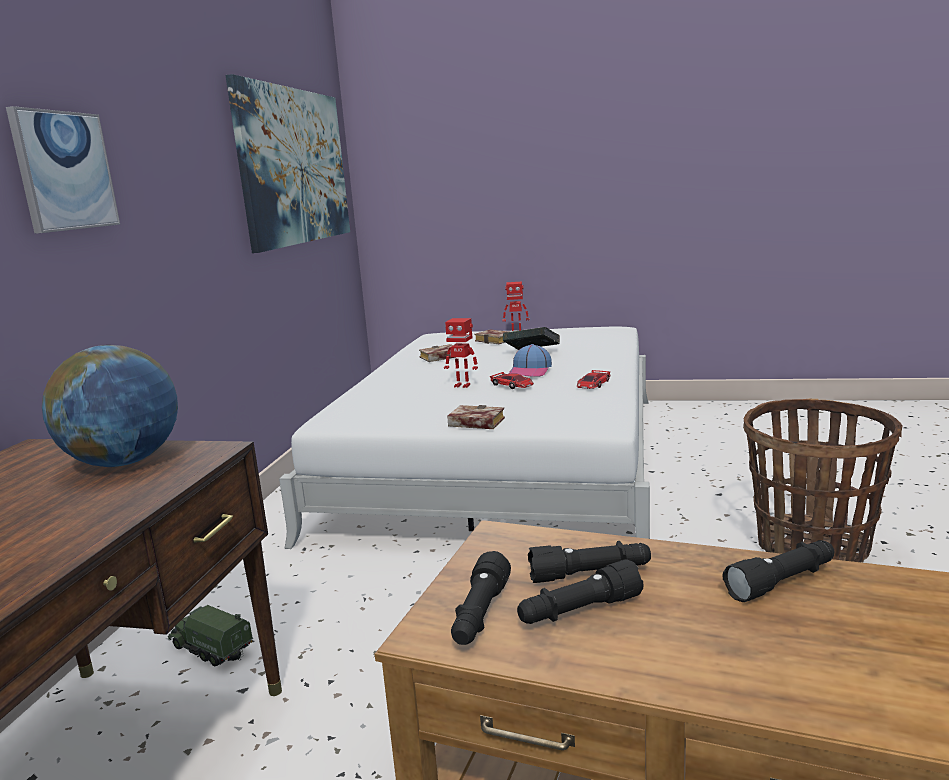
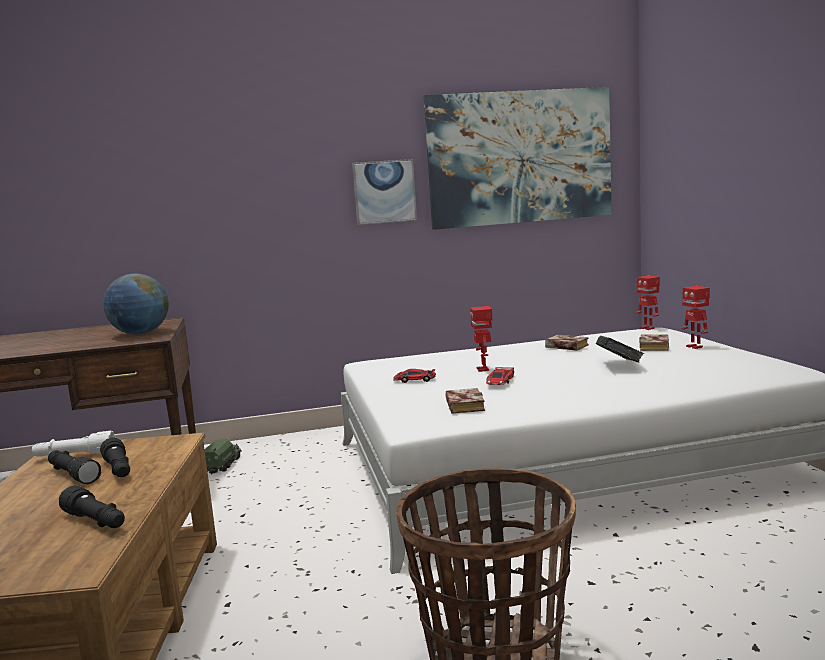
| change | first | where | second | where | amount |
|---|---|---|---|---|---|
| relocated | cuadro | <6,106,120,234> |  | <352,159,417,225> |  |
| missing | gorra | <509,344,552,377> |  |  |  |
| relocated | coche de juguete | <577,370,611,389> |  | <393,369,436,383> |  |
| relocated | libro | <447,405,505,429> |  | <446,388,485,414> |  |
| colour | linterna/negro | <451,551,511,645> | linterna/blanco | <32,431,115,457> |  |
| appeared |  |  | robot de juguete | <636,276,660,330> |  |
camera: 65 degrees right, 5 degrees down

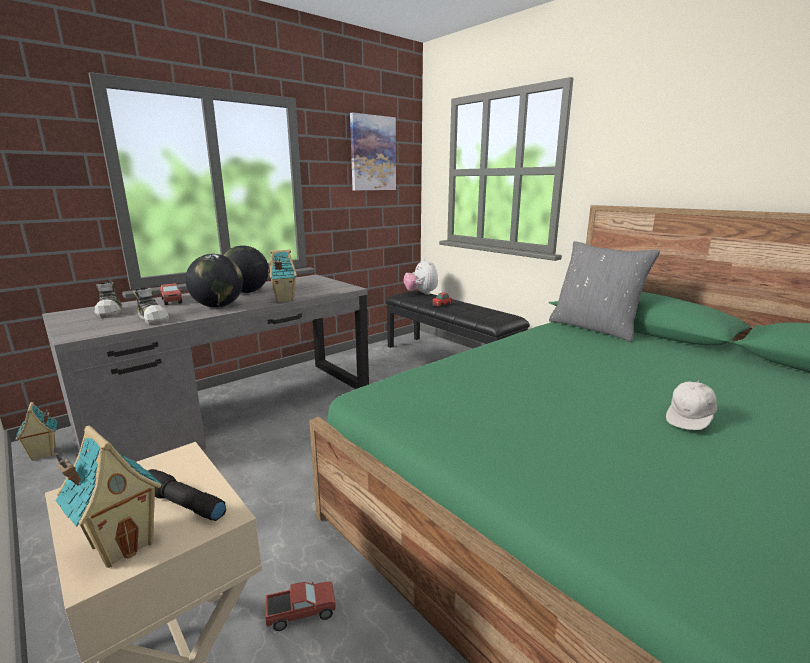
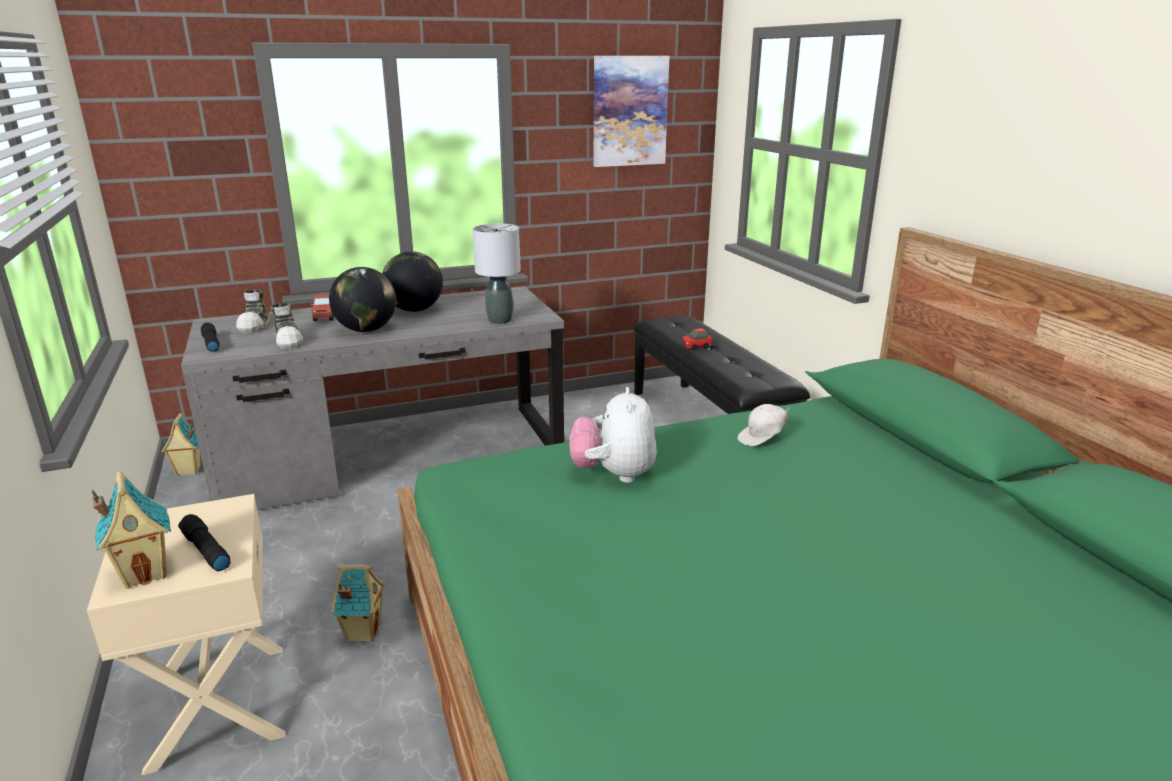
| change | first | where | second | where | amount |
|---|---|---|---|---|---|
| missing | cojín/gris | <549,241,660,342> |  |  |  |
| relocated | casita | <269,250,297,302> |  | <331,565,385,642> |  |
| relocated | peluche | <404,259,438,295> |  | <569,387,657,483> |  |
| relocated | gorra/blanco | <666,380,717,430> |  | <737,404,790,446> |  |
| missing | camión de juguete | <266,580,336,631> |  |  |  |
| appeared |  |  | lámpara de mesa/gris | <473,224,521,324> |  |
| appeared |  |  | linterna/negro | <201,323,219,352> |  |
camera: 20 degrees right, 5 degrees up

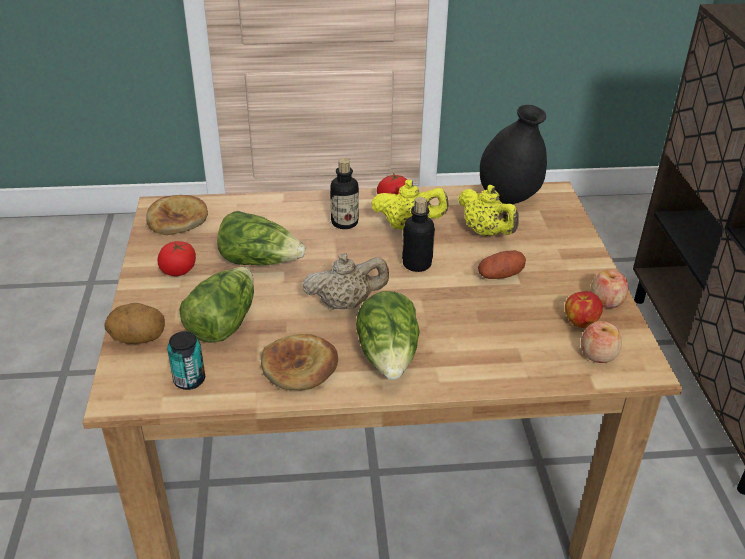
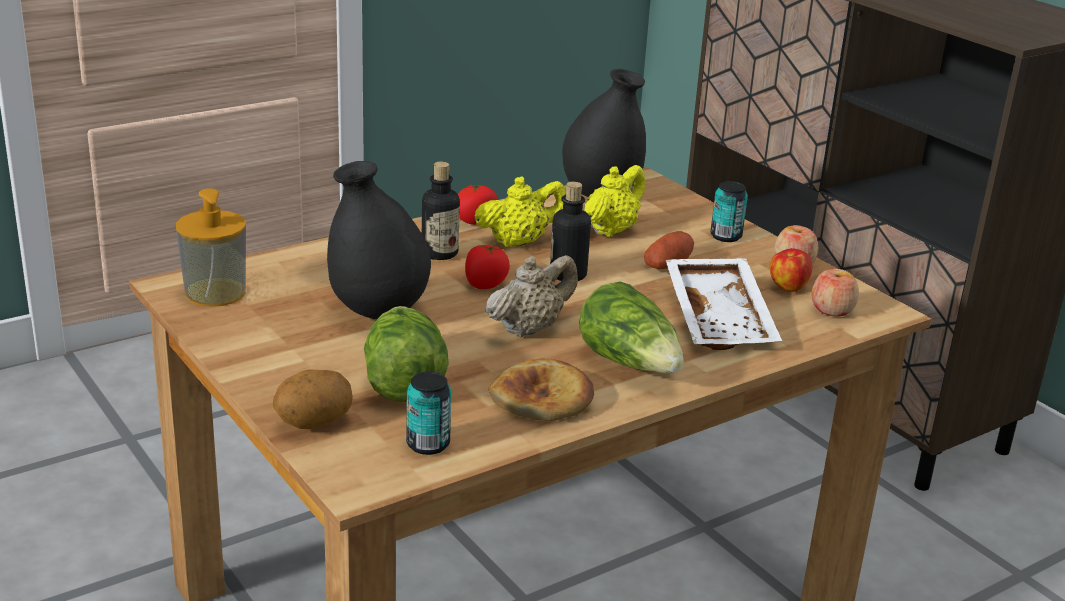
| change | first | where | second | where | amount |
|---|---|---|---|---|---|
| spun | tetera/amarillo | <458,185,519,236> |  | <584,165,645,237> | 75 degrees counterclockwise |
| exchanged | pan | <146,195,208,235> | dispensador de jabón | <176,188,246,307> |  |
| exchanged | lechuga | <217,211,306,265> | florero/negro | <327,161,431,319> |  |
| relocated | tomate | <158,241,196,276> |  | <465,244,510,289> |  |
| appeared |  |  | lata | <710,181,748,242> |  |
| appeared |  |  | bandeja/blanco | <666,258,782,350> |  |
camera: 30 degrees left, 10 degrees down

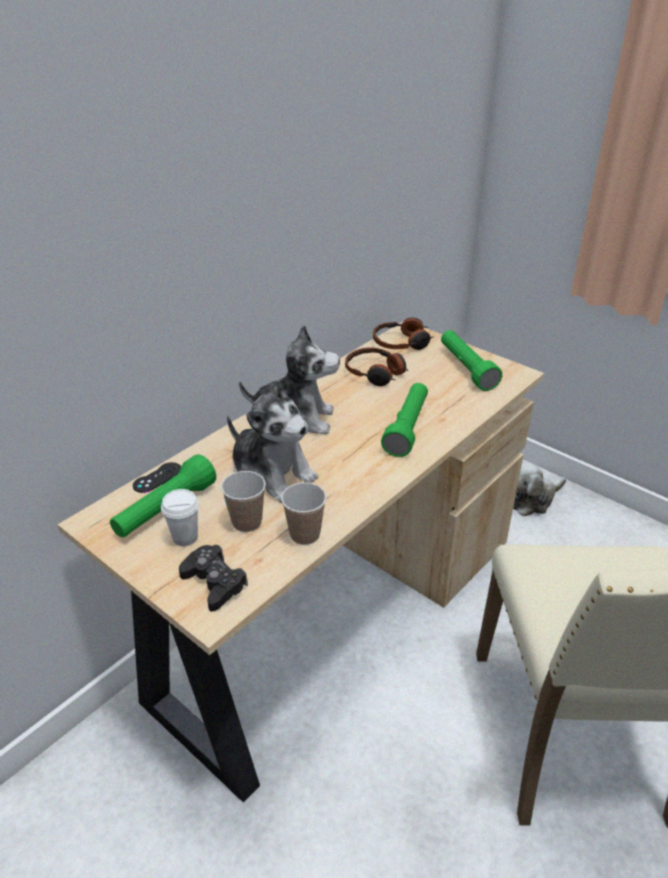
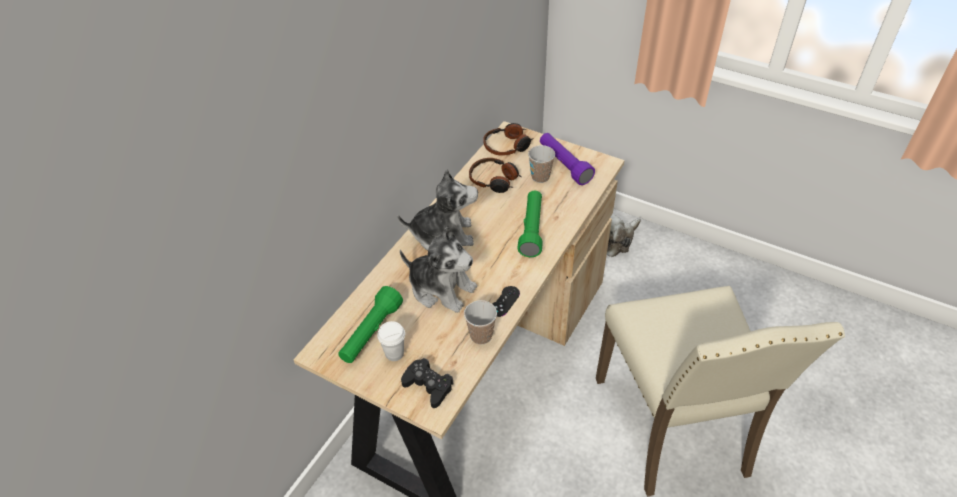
| change | first | where | second | where | amount |
|---|---|---|---|---|---|
| colour | linterna/verde | <441,330,502,391> | linterna/morado | <540,133,595,185> |  |
| relocated | mando de consola/negro | <133,462,181,493> |  | <493,286,520,317> |  |
| relocated | taza | <221,471,266,532> |  | <528,145,555,183> |  |
camera: 10 degrees left, 10 degrees up

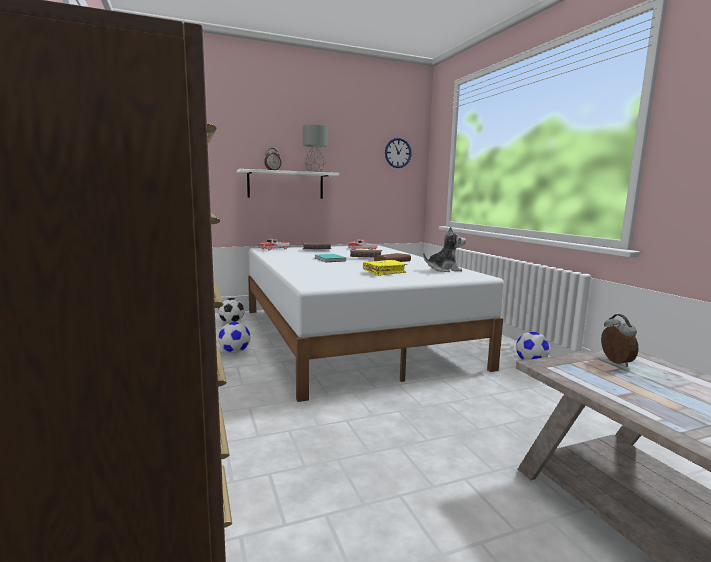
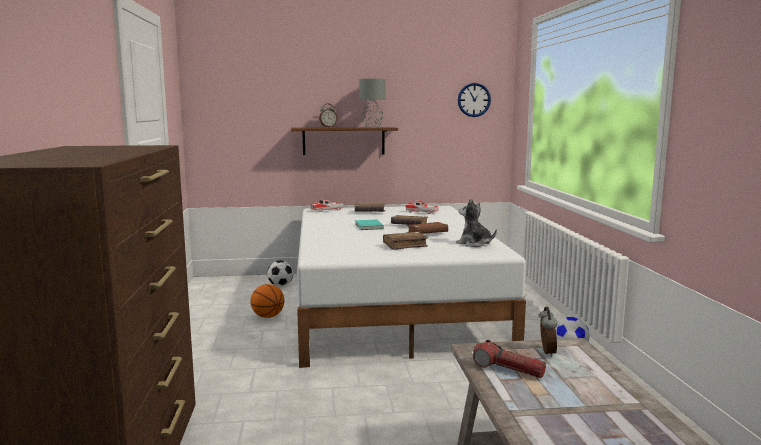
| change | first | where | second | where | amount |
|---|---|---|---|---|---|
| colour | estante/blanco | <237,169,339,199> | estante/marrón | <291,127,398,155> |  |
| spun | peluche | <423,227,466,272> |  | <456,198,497,247> | 150 degrees counterclockwise |
| colour | libro/amarillo | <363,260,407,276> | libro/marrón | <383,232,428,250> |  |
| exchanged | balón de fútbol | <218,322,250,353> | balón de baloncesto | <251,284,285,318> |  |
| appeared |  |  | linterna | <473,340,546,378> |  |
camera: 15 degrees right, 0 degrees up

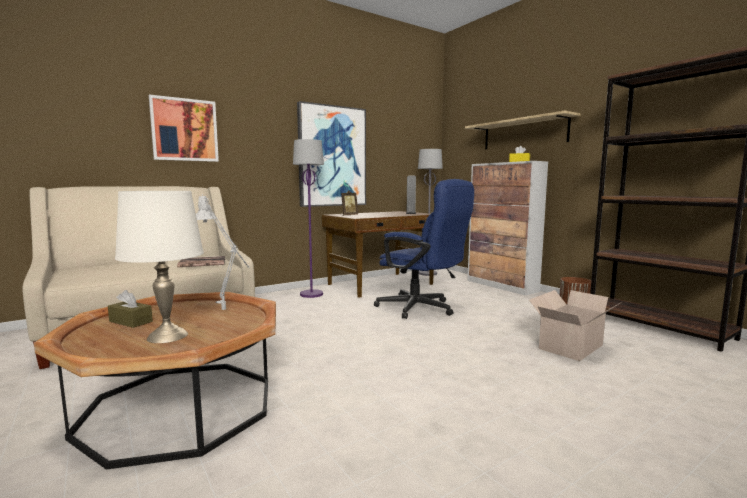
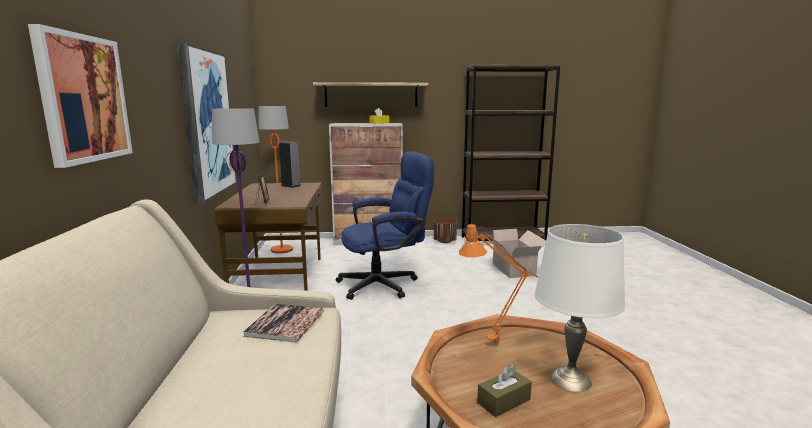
| change | first | where | second | where | amount |
|---|---|---|---|---|---|
| colour | lámpara de pie/gris | <418,149,443,276> | lámpara de pie/naranja | <258,106,293,254> |  |
| colour | lámpara de mesa/gris | <196,194,250,310> | lámpara de mesa/naranja | <459,223,538,344> |  |
camera: 60 degrees left, 5 degrees up

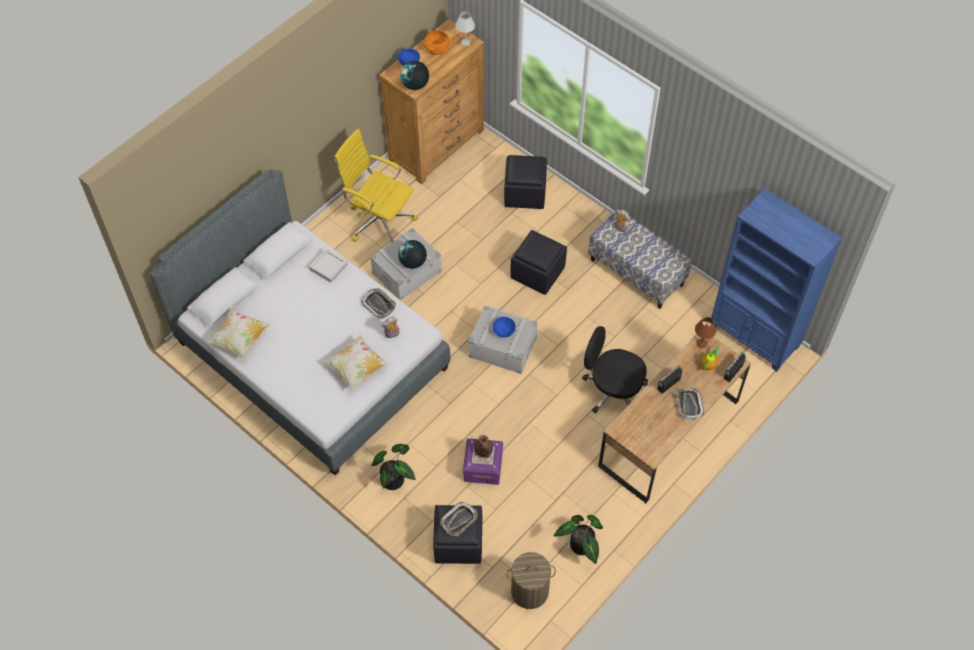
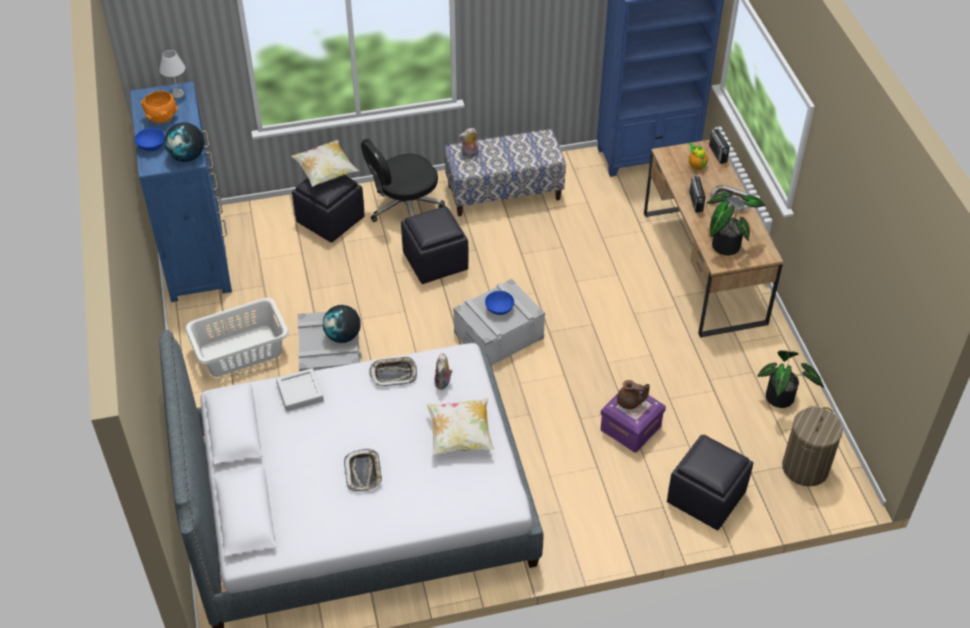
| change | first | where | second | where | amount |
|---|---|---|---|---|---|
| colour | cómoda/marrón | <379,19,484,184> | cómoda/azul | <130,82,232,302> |  |
| exchanged | silla de oficina/amarillo | <334,129,418,242> | cesto de la ropa/blanco | <186,298,289,377> |  |
| relocated | cojín | <208,307,270,360> |  | <291,140,359,187> |  |
| missing | lámpara de mesa/marrón | <695,317,716,348> |  |  |  |
| relocated | silla de oficina/negro | <582,326,648,413> |  | <361,139,445,222> |  |
| relocated | planta en maceta | <371,444,416,490> |  | <706,193,765,255> |  |
| relocated | bandeja | <440,502,478,536> |  | <344,449,382,491> |  |
camera: 55 degrees left, 10 degrees down

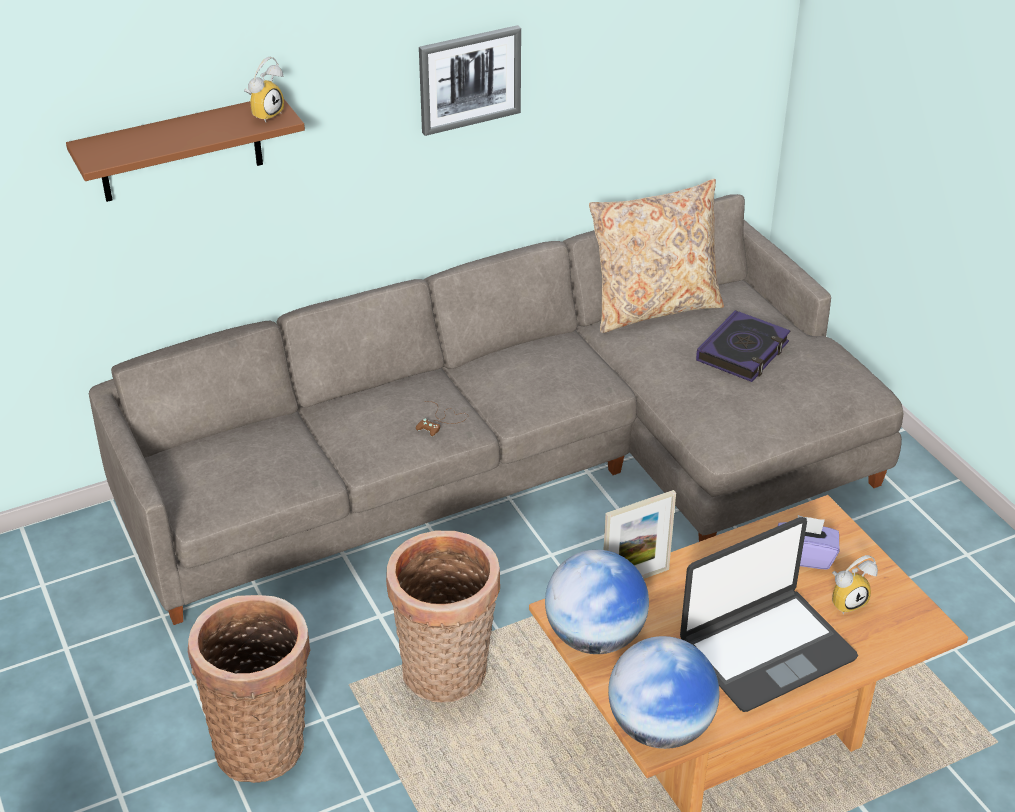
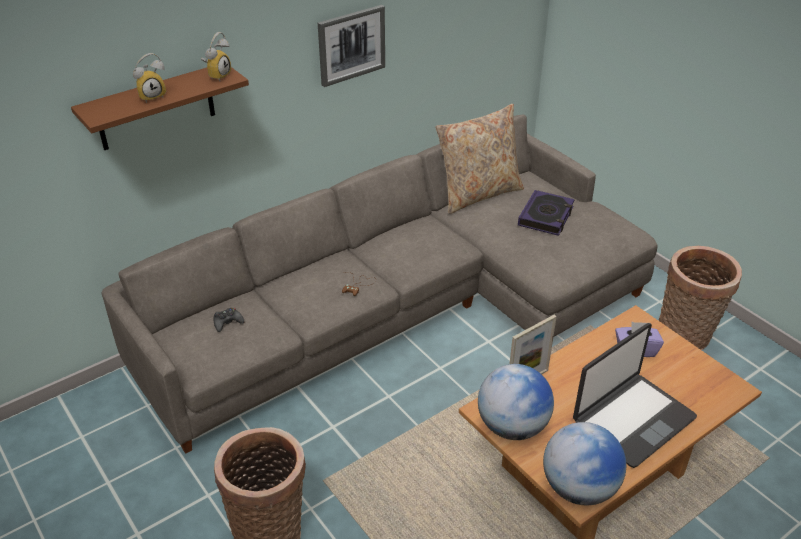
| change | first | where | second | where | amount |
|---|---|---|---|---|---|
| relocated | cesta | <386,531,500,703> |  | <659,246,742,350> |  |
| relocated | despertador | <832,555,878,614> |  | <133,53,166,103> |  |
| appeared |  |  | mando de consola/negro | <213,308,244,332> |  |
camera: 10 degrees left, 0 degrees up

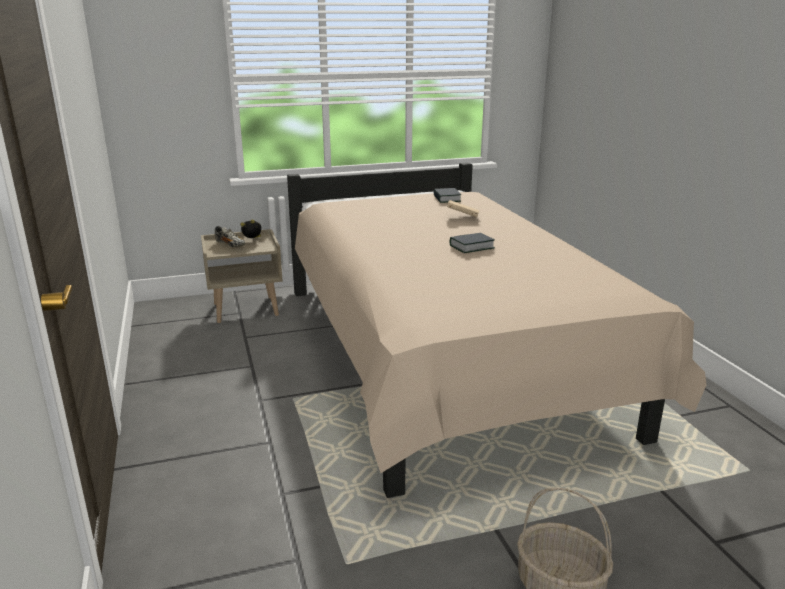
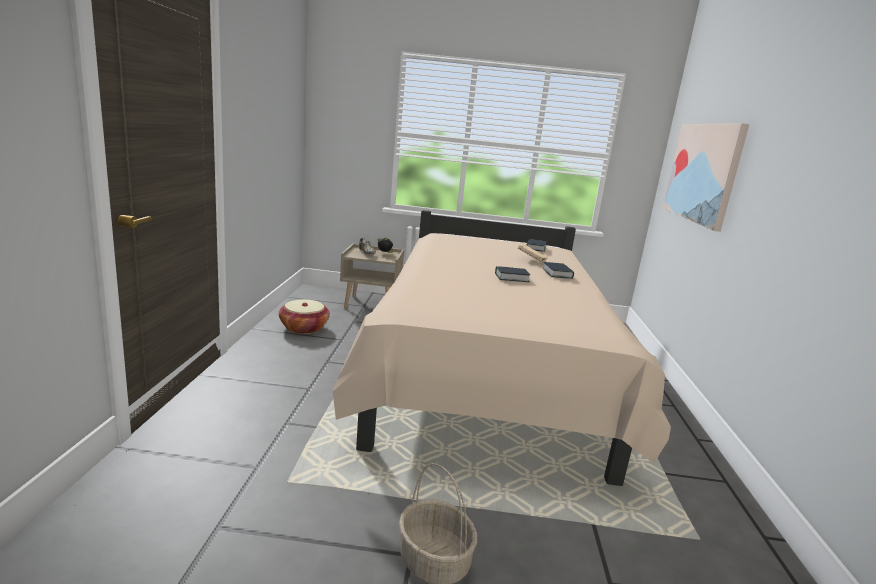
| change | first | where | second | where | amount |
|---|---|---|---|---|---|
| appeared |  |  | cuadro | <663,123,749,232> |  |
| appeared |  |  | libro | <543,262,574,279> |  |
| appeared |  |  | cesta | <279,299,330,334> |  |
camera: 20 degrees right, 5 degrees down

